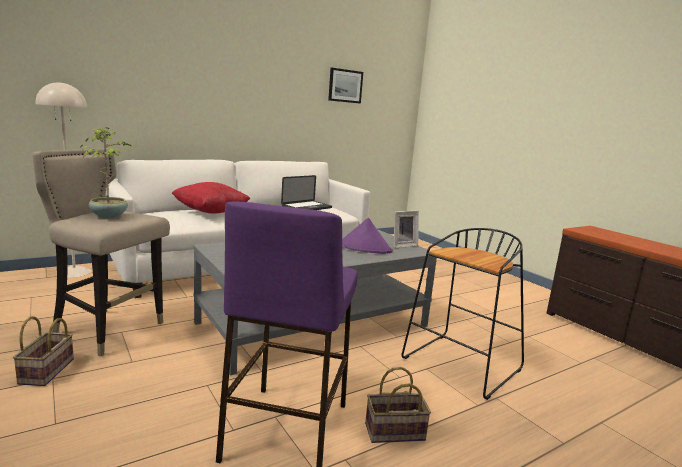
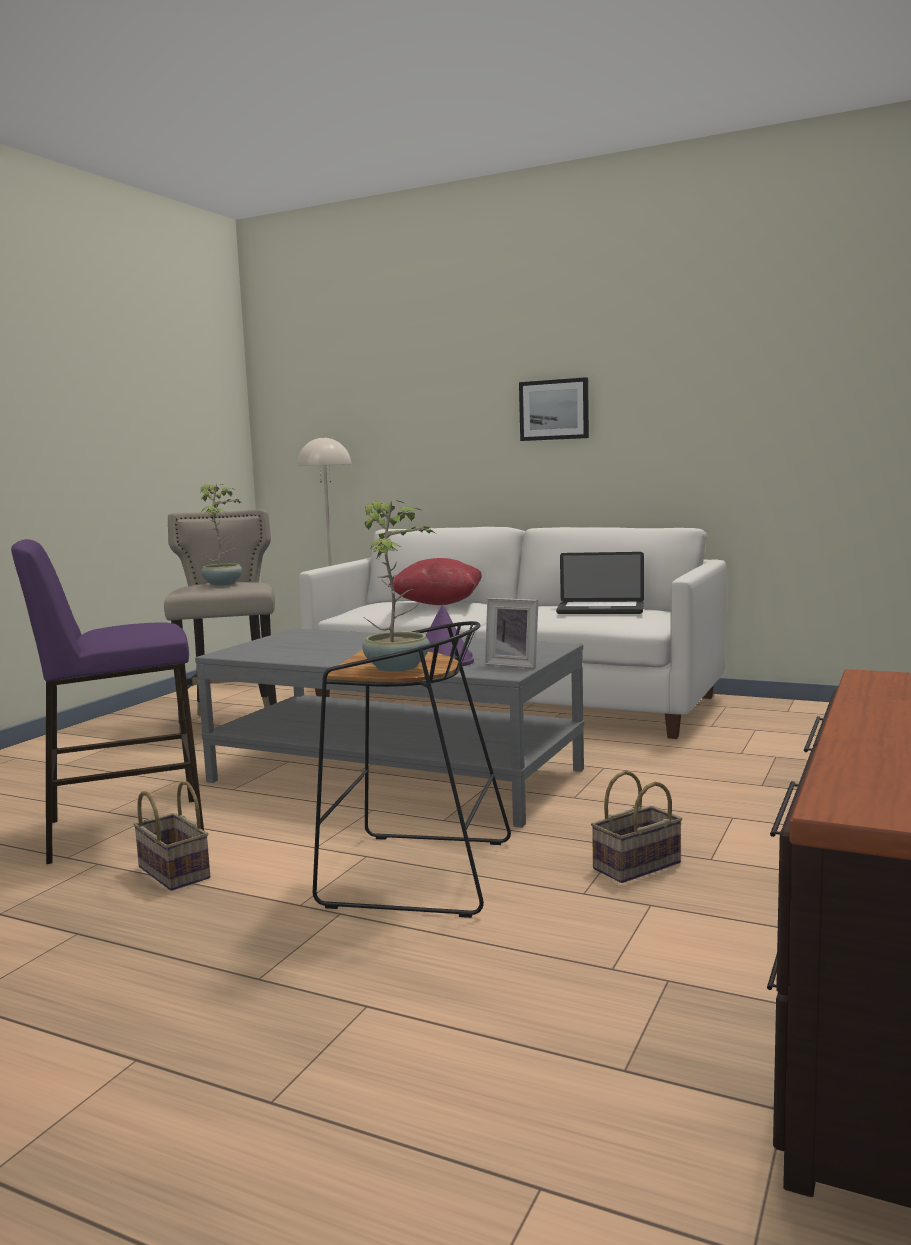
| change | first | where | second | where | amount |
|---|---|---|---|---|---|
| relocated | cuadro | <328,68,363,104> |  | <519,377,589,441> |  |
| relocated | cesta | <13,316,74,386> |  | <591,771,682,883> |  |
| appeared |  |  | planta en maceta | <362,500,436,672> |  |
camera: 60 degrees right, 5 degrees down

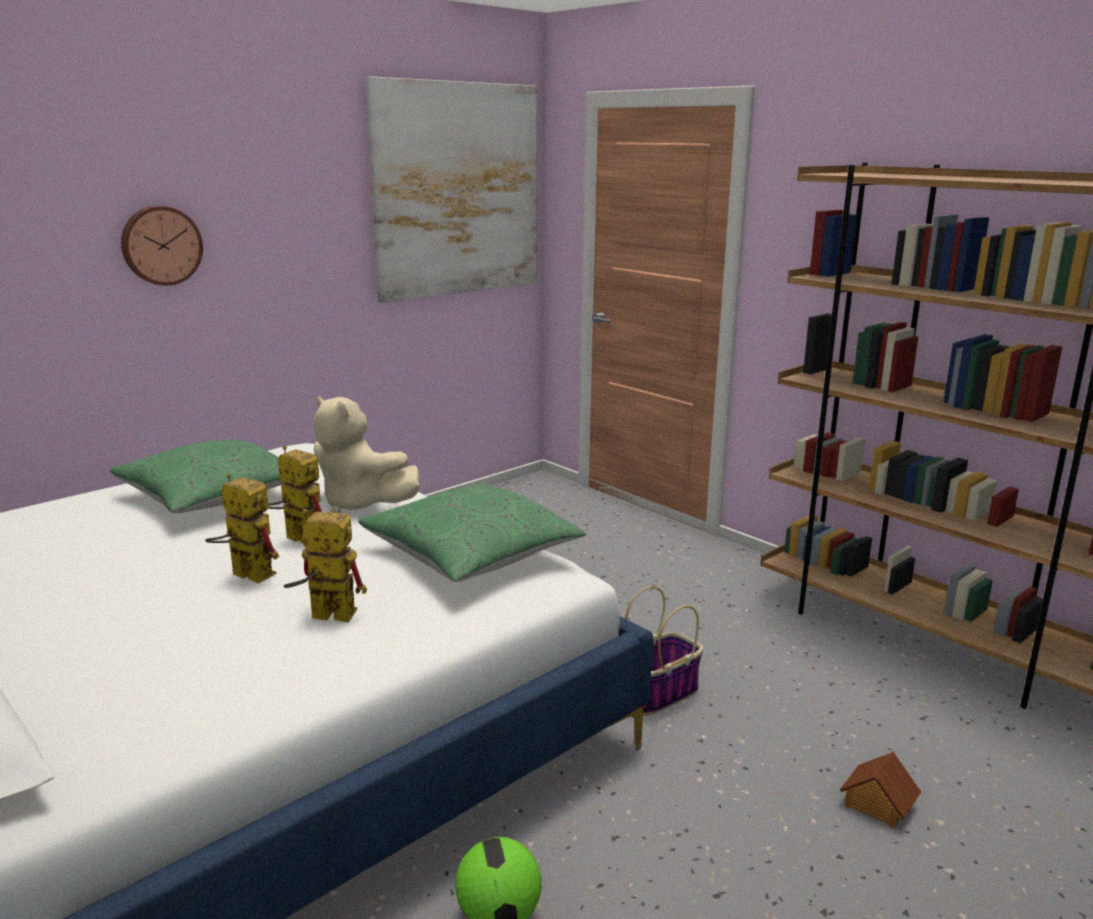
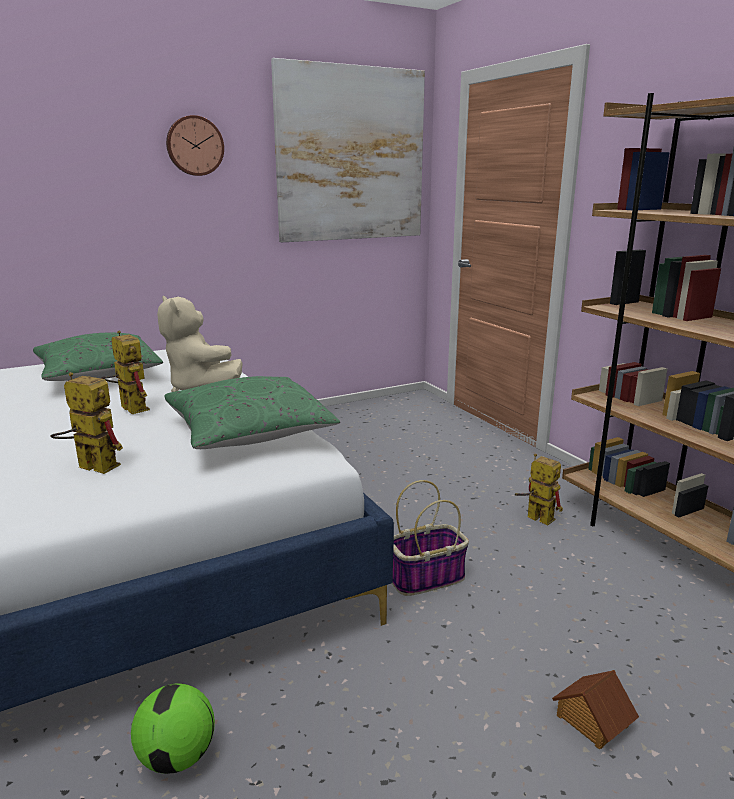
| change | first | where | second | where | amount |
|---|---|---|---|---|---|
| relocated | reloj de pared | <121,206,203,286> |  | <166,115,224,176> |  |
| relocated | robot de juguete | <205,474,280,583> |  | <515,454,563,526> |  |
camera: 15 degrees right, 0 degrees up

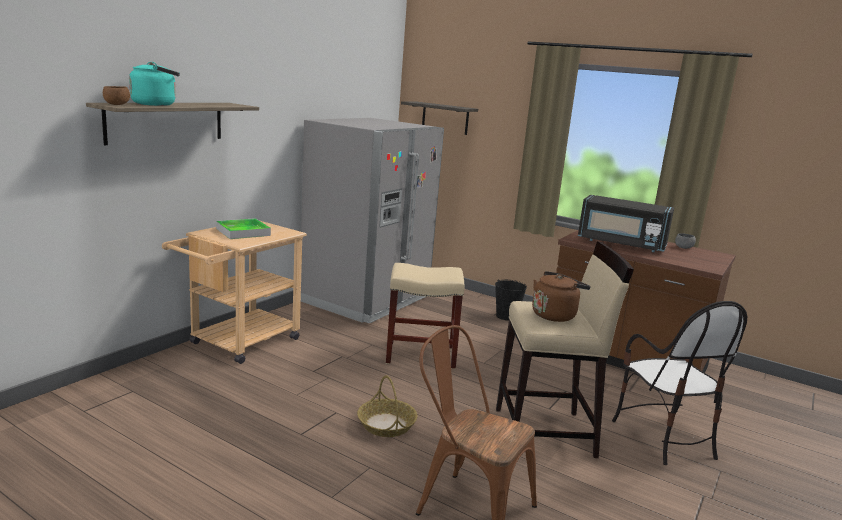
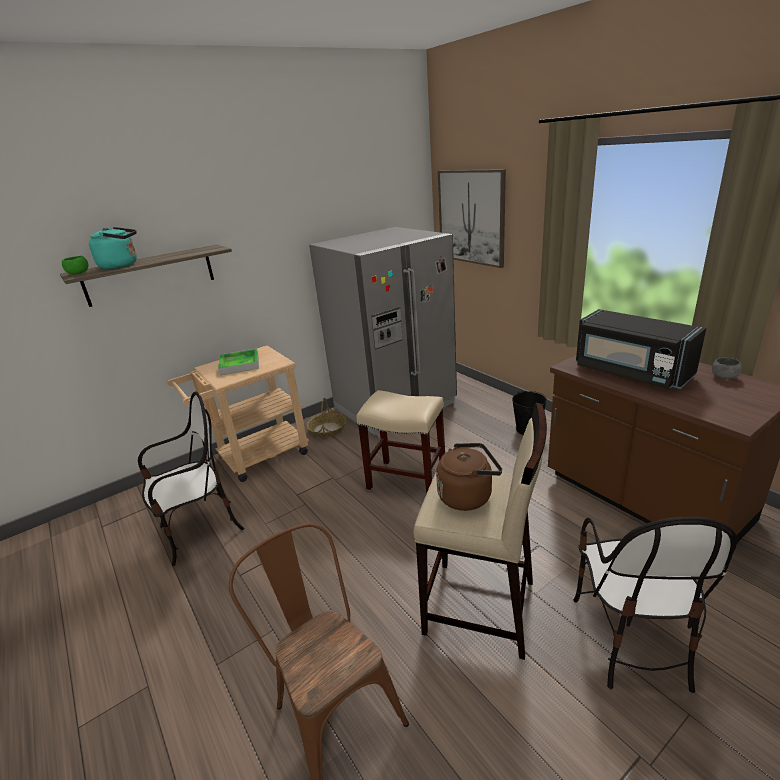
| change | first | where | second | where | amount |
|---|---|---|---|---|---|
| colour | cuenco/marrón | <103,86,130,105> | cuenco/verde | <62,256,88,275> |  |
| exchanged | estante | <401,101,478,135> | cuadro | <438,169,506,268> |  |
| relocated | cesta | <357,375,418,437> |  | <307,398,346,437> |  |
| appeared |  |  | silla | <138,392,245,566> |  |
camera: 25 degrees right, 10 degrees up

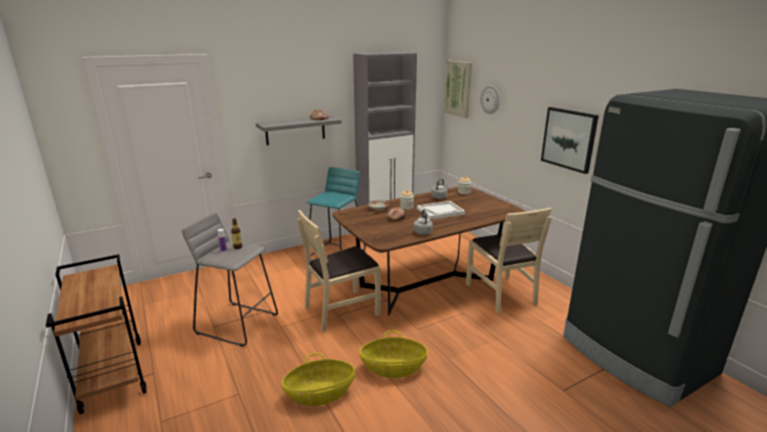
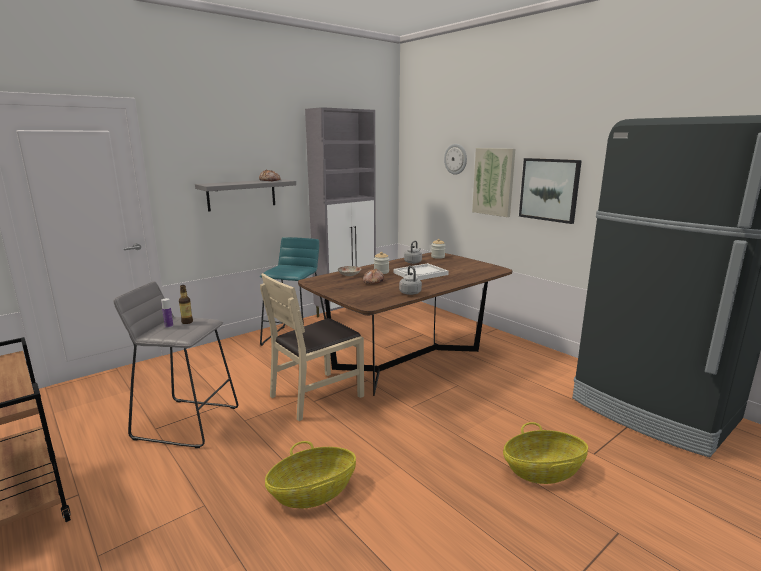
| change | first | where | second | where | amount |
|---|---|---|---|---|---|
| relocated | cuadro | <444,61,472,118> |  | <472,148,515,217> |  |
| missing | silla/beis | <466,208,552,314> |  |  |  |
| relocated | cesta | <359,330,428,378> |  | <503,422,588,484> |  |
camera: 10 degrees left, 5 degrees down

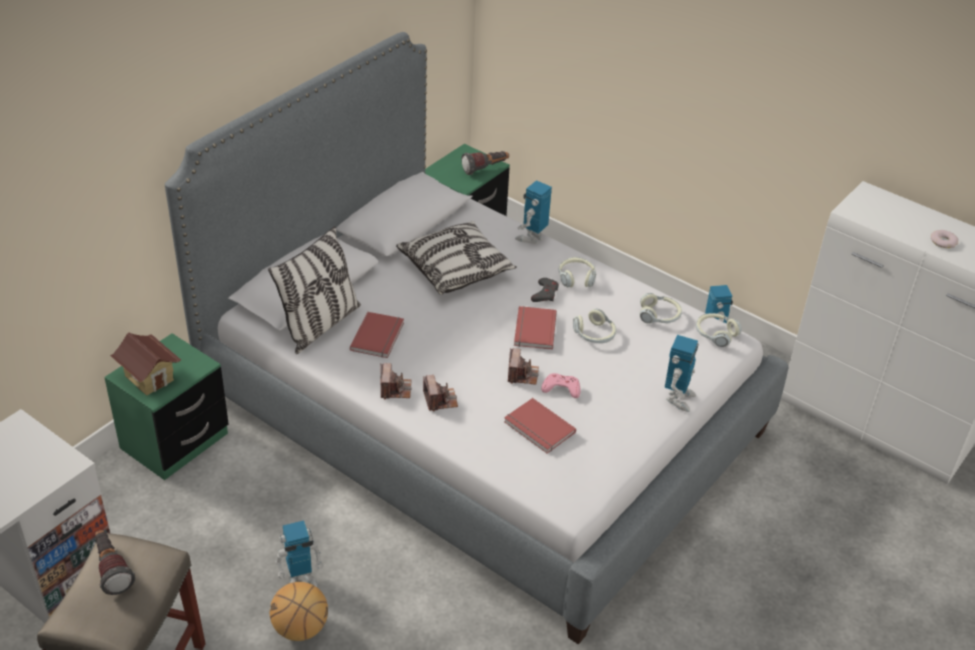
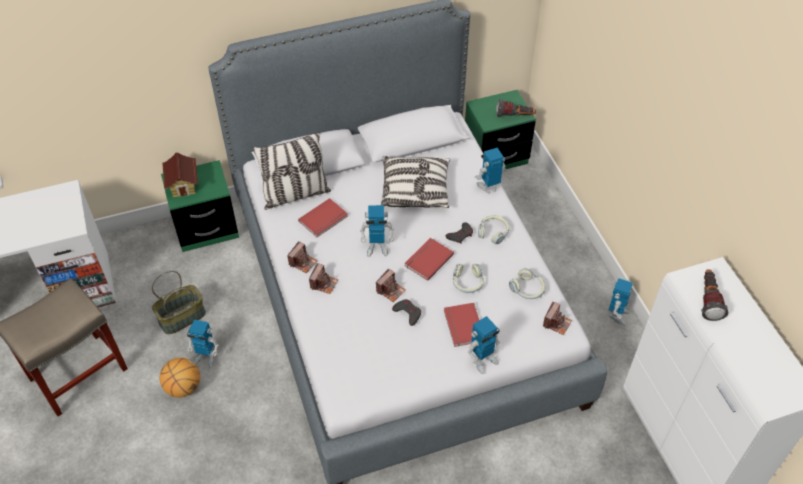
| change | first | where | second | where | amount |
|---|---|---|---|---|---|
| missing | rosquilla | <931,230,959,248> |  |  |  |
| exchanged | auriculares | <696,313,742,347> | cámara | <543,301,572,335> |  |
| colour | mando de consola/rosa | <541,373,581,398> | mando de consola/gris | <392,299,421,326> |  |
| relocated | libro/rojo | <504,398,576,454> |  | <444,303,479,347> |  |
| relocated | linterna | <95,530,135,595> |  | <701,270,728,321> |  |
| appeared |  |  | robot de juguete | <360,205,394,257> |  |
| appeared |  |  | cesta | <152,271,206,334> |  |
camera: 35 degrees right, 10 degrees up

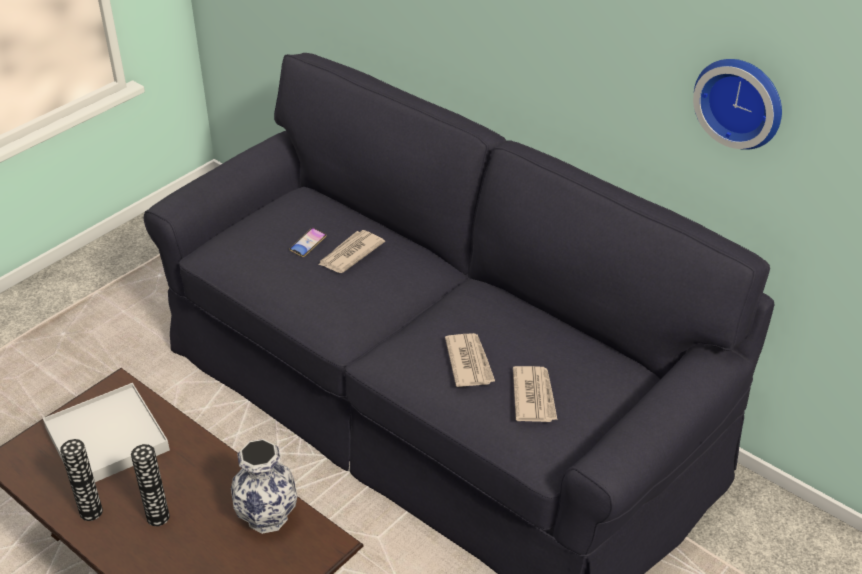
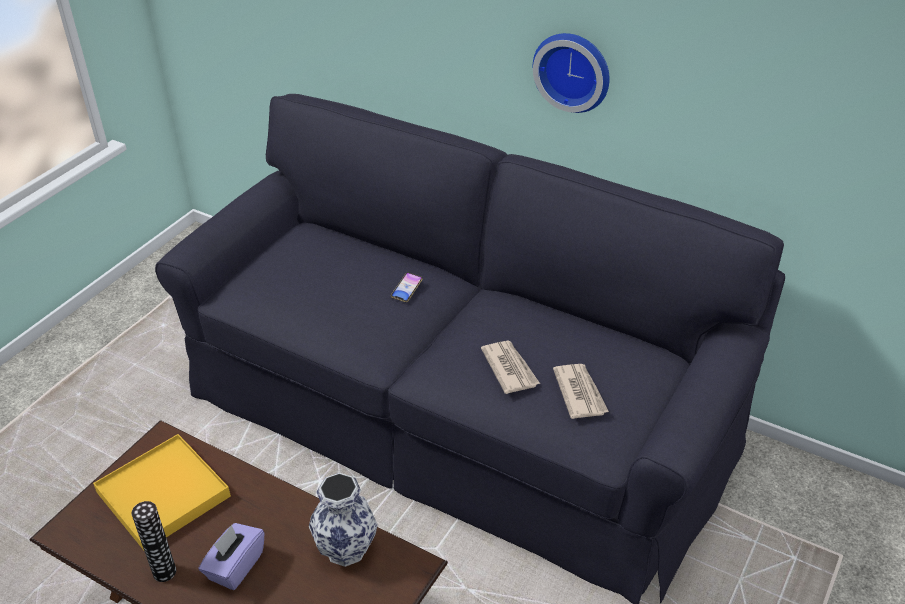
| change | first | where | second | where | amount |
|---|---|---|---|---|---|
| relocated | reloj de pared | <693,59,782,150> |  | <533,33,609,113> |  |
| relocated | móvil | <289,228,327,257> |  | <391,272,423,302> |  |
| missing | periódico | <319,230,385,273> |  |  |  |
| colour | bandeja/blanco | <43,383,170,482> | bandeja/amarillo | <93,434,231,550> |  |
| exchanged | florero | <131,444,170,526> | caja de pañuelos/morado | <199,523,265,590> |  |
camera: 10 degrees left, 0 degrees up

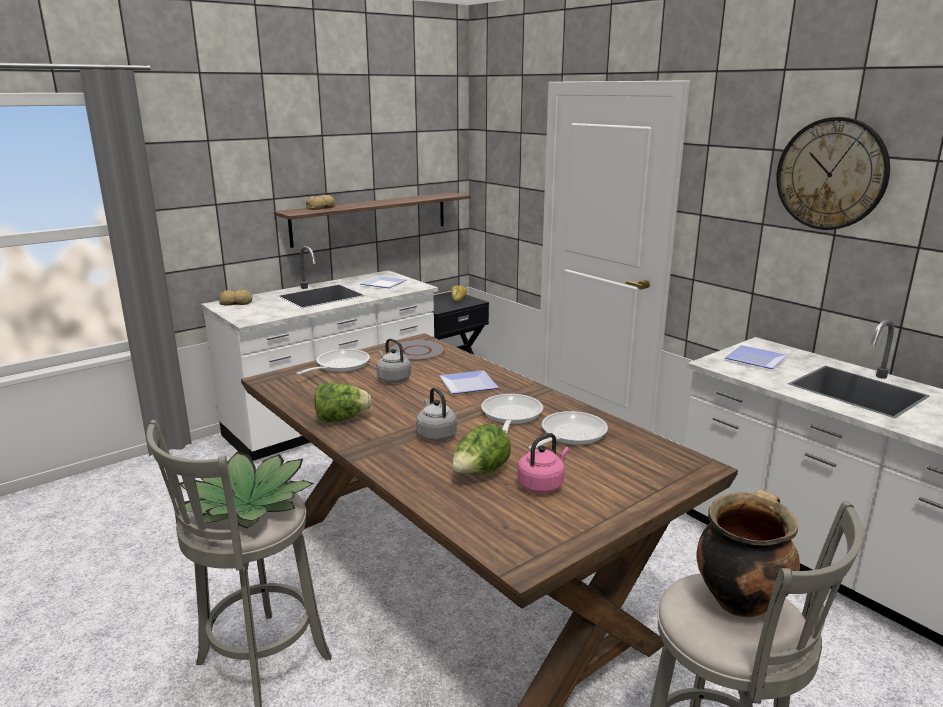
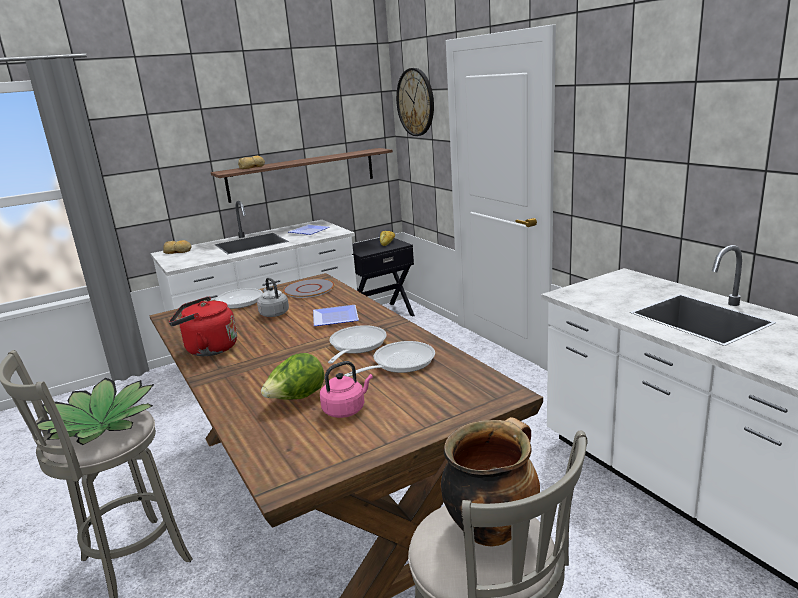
| change | first | where | second | where | amount |
|---|---|---|---|---|---|
| relocated | reloj de pared | <776,117,890,230> |  | <396,68,434,136> |  |
| missing | plato | <724,345,788,369> |  |  |  |
| exchanged | lechuga | <314,383,372,423> | hervidor/rojo | <169,296,237,356> |  |
| missing | hervidor/gris | <416,387,457,441> |  |  |  |
camera: 10 degrees right, 0 degrees up

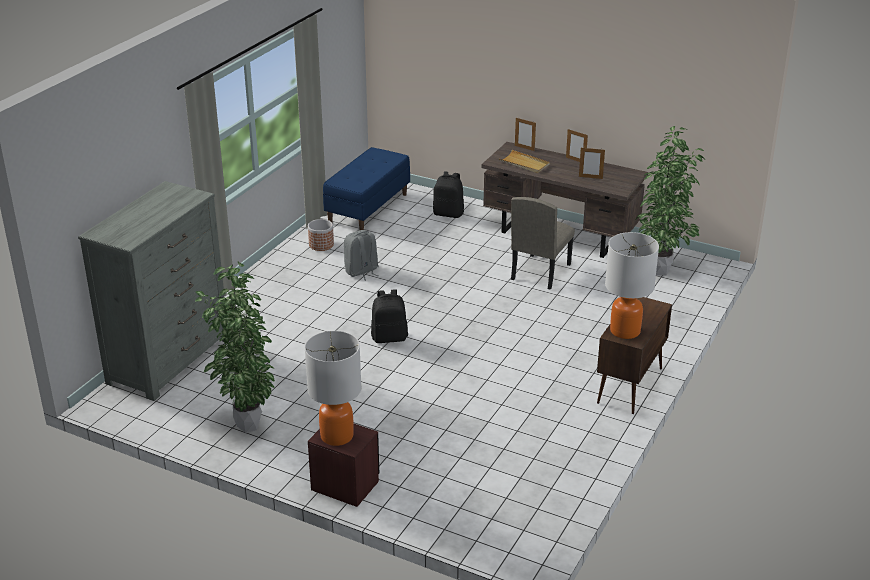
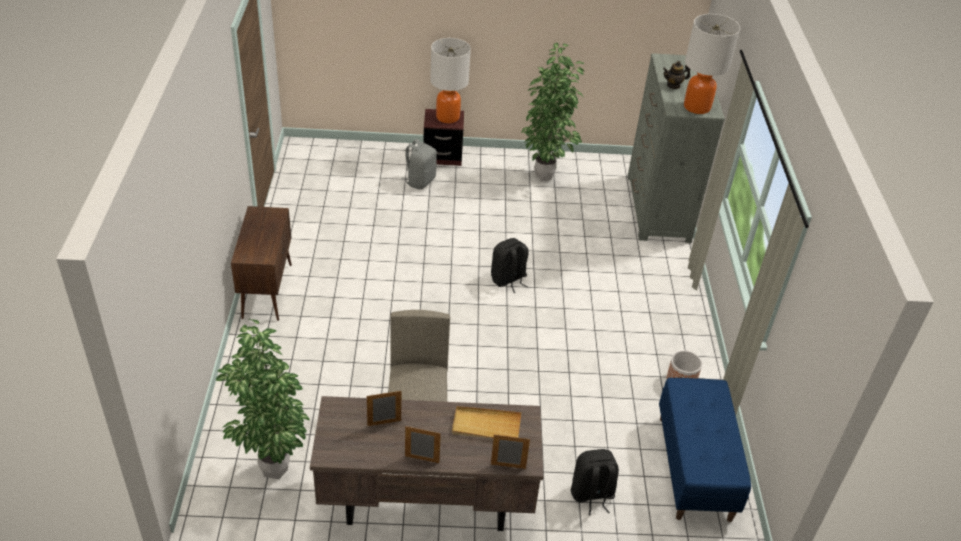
| change | first | where | second | where | amount |
|---|---|---|---|---|---|
| relocated | mochila/gris | <344,230,379,281> |  | <401,139,437,189> |  |
| relocated | lámpara de mesa | <605,232,659,339> |  | <684,14,740,114> |  |
| appeared |  |  | tetera | <663,61,690,89> |  |
camera: 150 degrees right, 10 degrees up

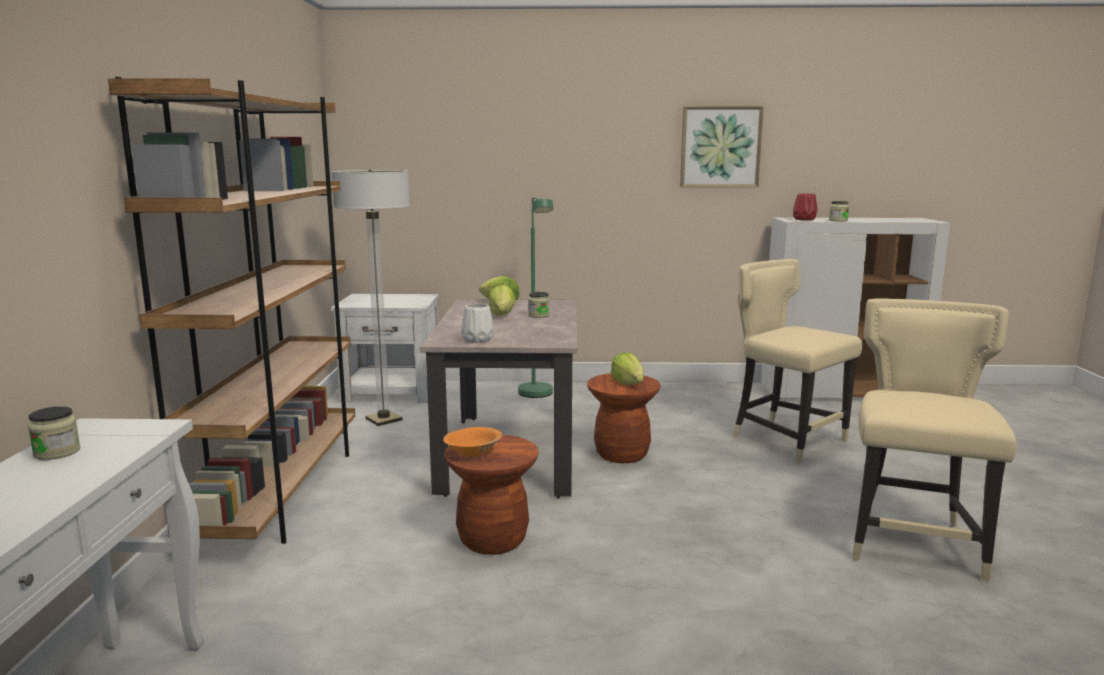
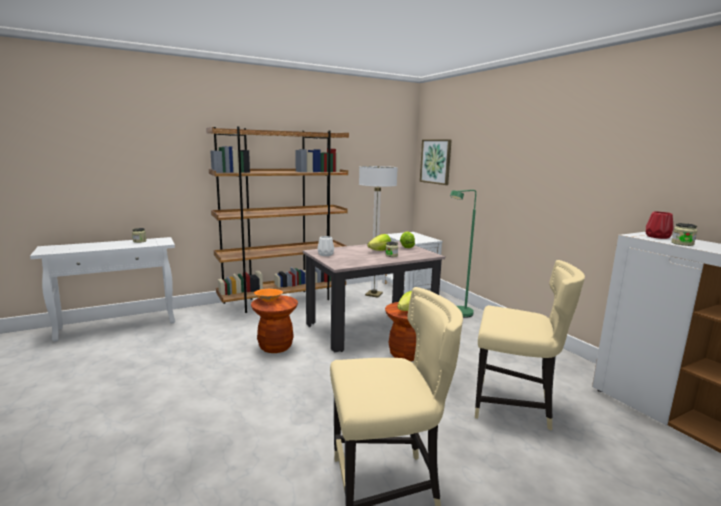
| change | first | where | second | where | amount |
|---|---|---|---|---|---|
| relocated | cuadro | <680,106,763,187> |  | <420,139,452,185> |  |
| spun | silla/beis | <733,259,862,463> |  | <475,260,585,430> | 90 degrees clockwise |
camera: 60 degrees right, 0 degrees up

